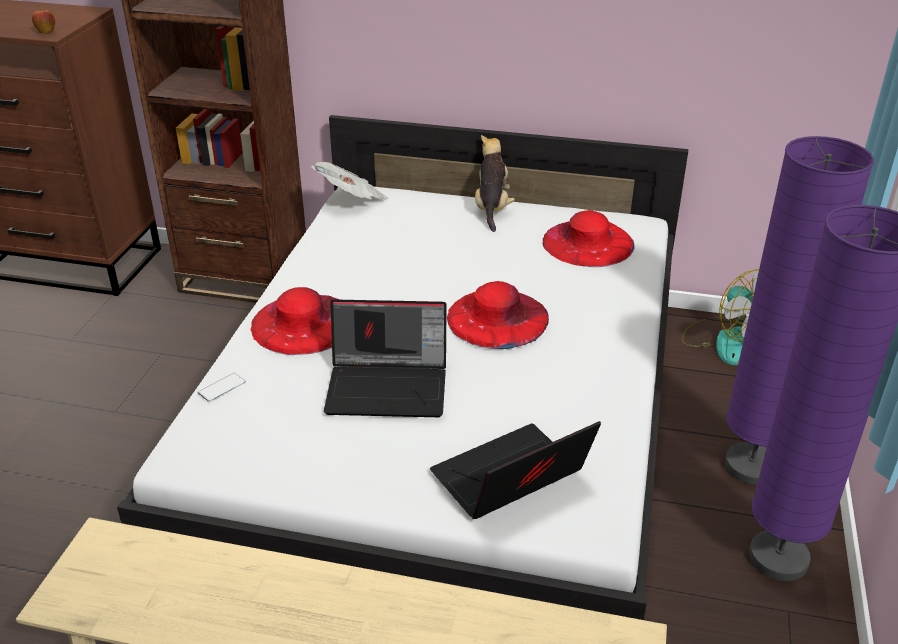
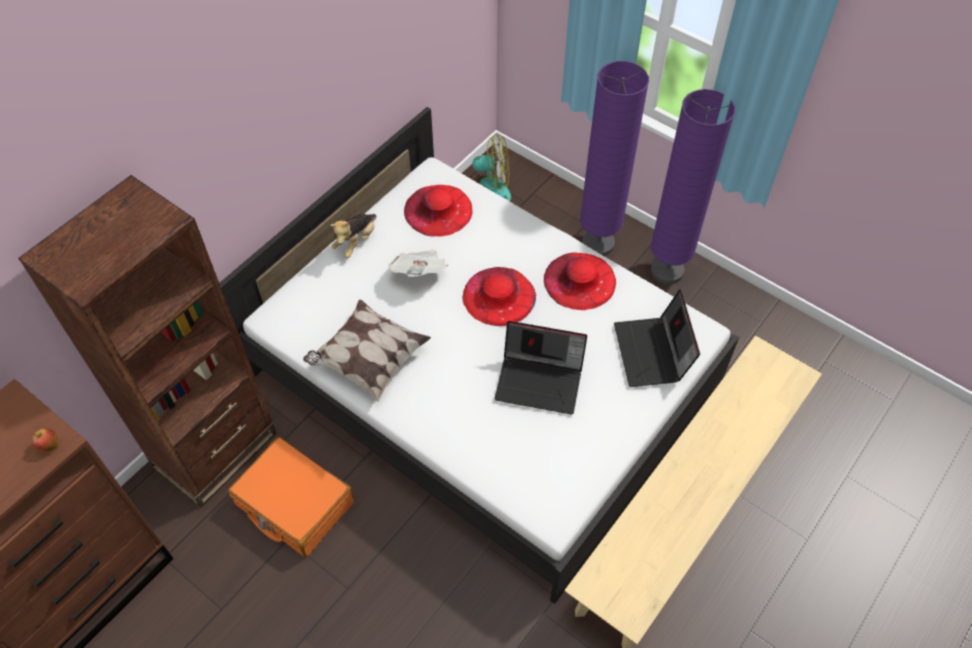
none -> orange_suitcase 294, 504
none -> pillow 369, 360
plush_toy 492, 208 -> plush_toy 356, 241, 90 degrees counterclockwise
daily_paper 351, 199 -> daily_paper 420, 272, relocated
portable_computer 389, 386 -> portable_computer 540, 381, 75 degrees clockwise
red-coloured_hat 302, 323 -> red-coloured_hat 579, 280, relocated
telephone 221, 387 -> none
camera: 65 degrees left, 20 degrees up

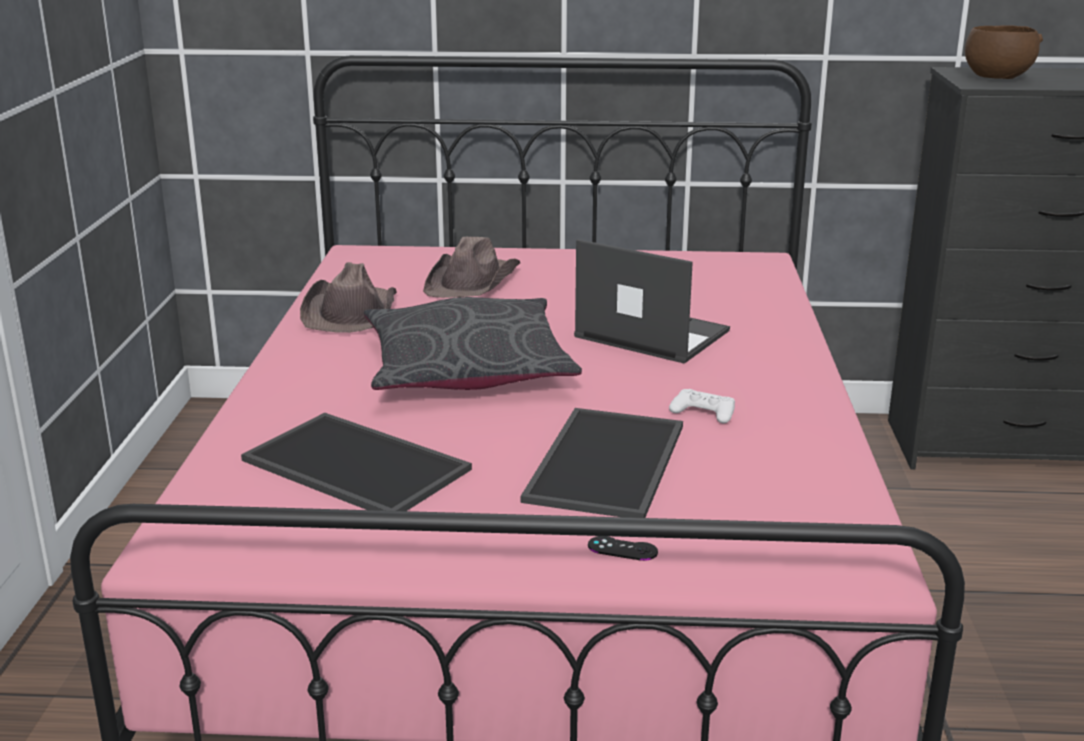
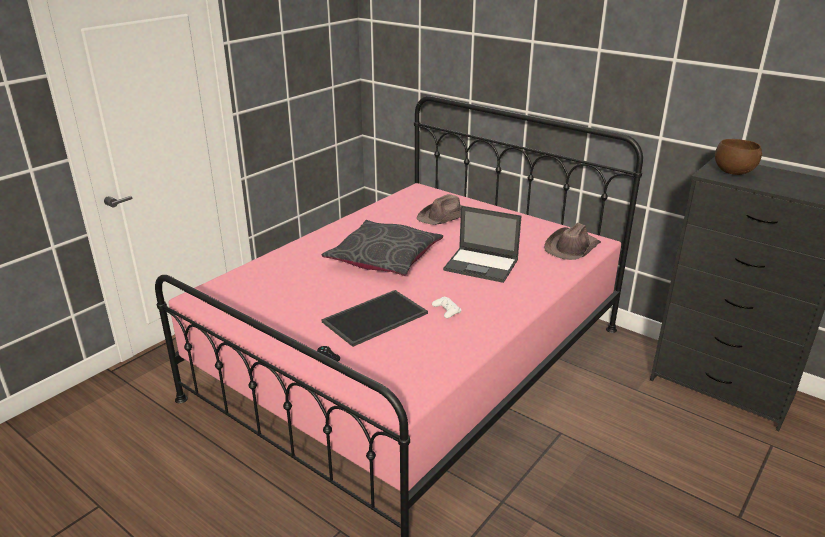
portable_computer 650, 334 -> portable_computer 482, 265, 135 degrees clockwise
brown-coloured_hat 350, 312 -> brown-coloured_hat 572, 247, relocated
tray 352, 466 -> none
camera: 35 degrees right, 5 degrees up

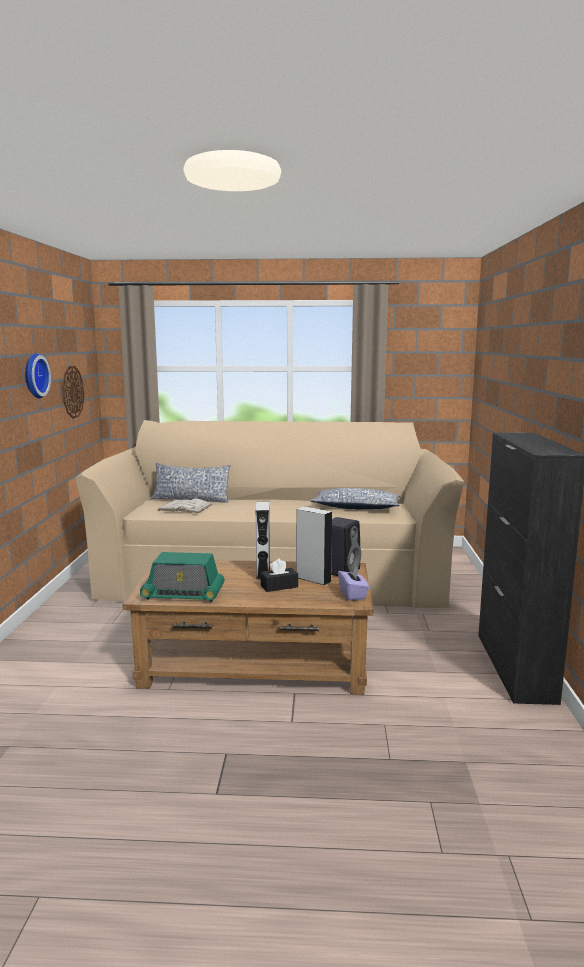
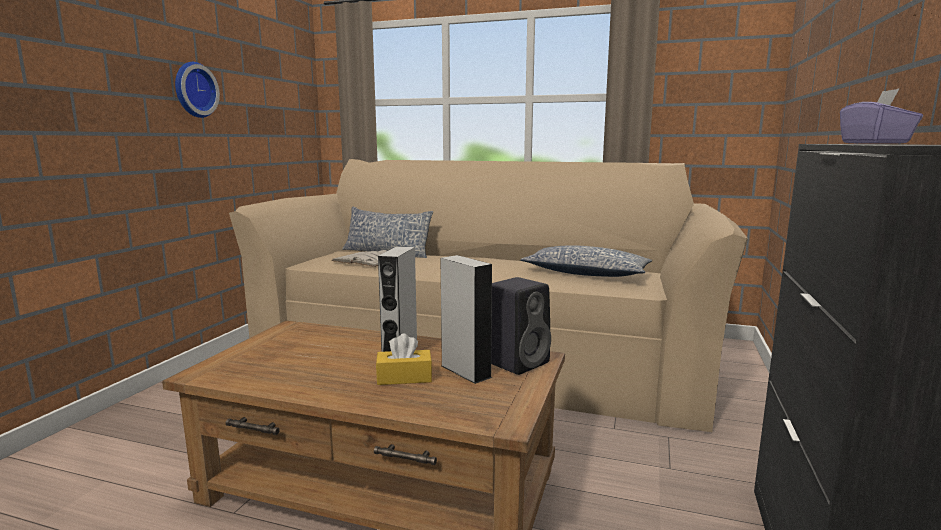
black-coloured_tissue_holder 279, 586 -> yellowish_tissue_holder 404, 377
purplish_tissue_holder 353, 594 -> purplish_tissue_holder 875, 143, relocated
clock_on_the_wall 72, 392 -> none
radio_set 183, 594 -> none
camera: 15 degrees right, 0 degrees up

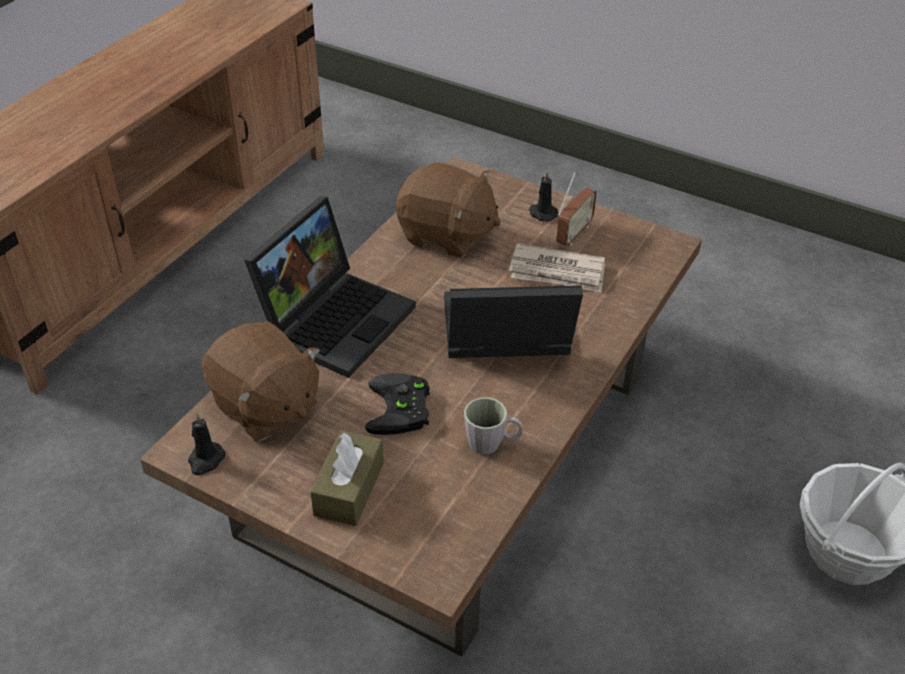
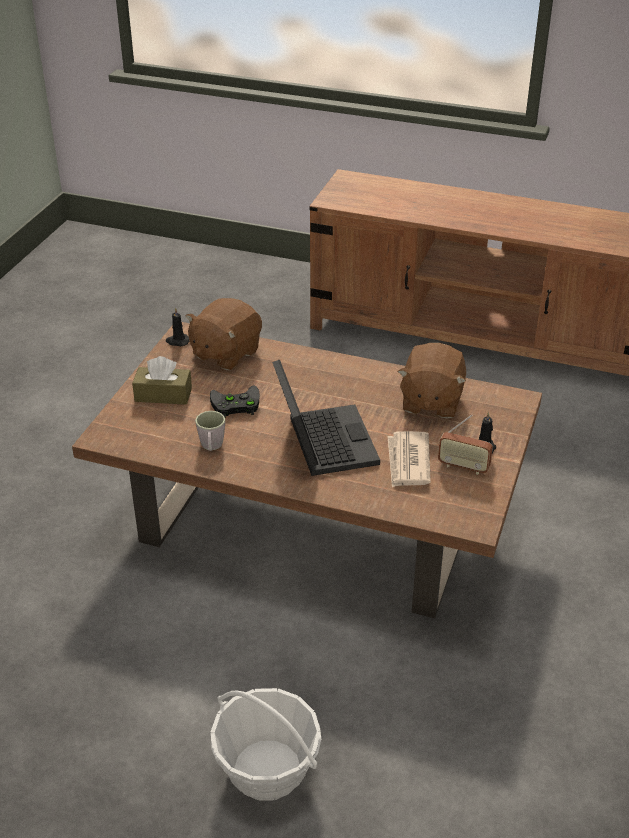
portable_computer 336, 318 -> none
camera: 80 degrees right, 5 degrees down

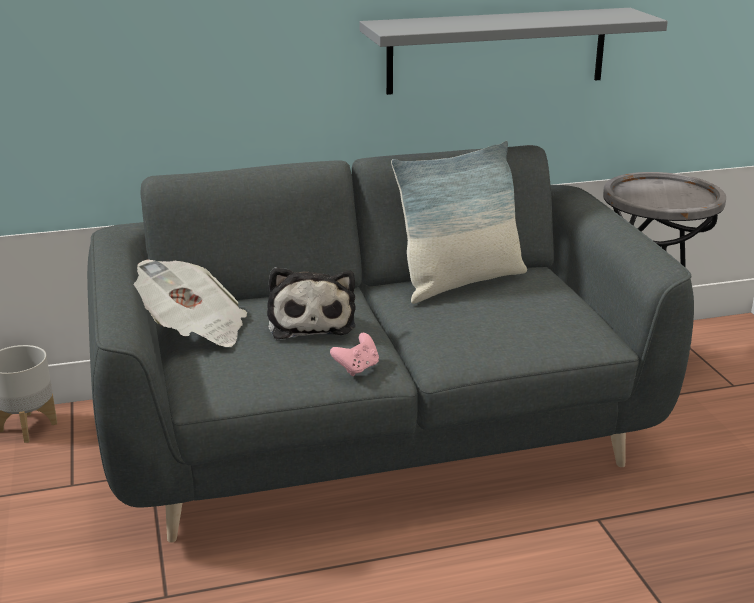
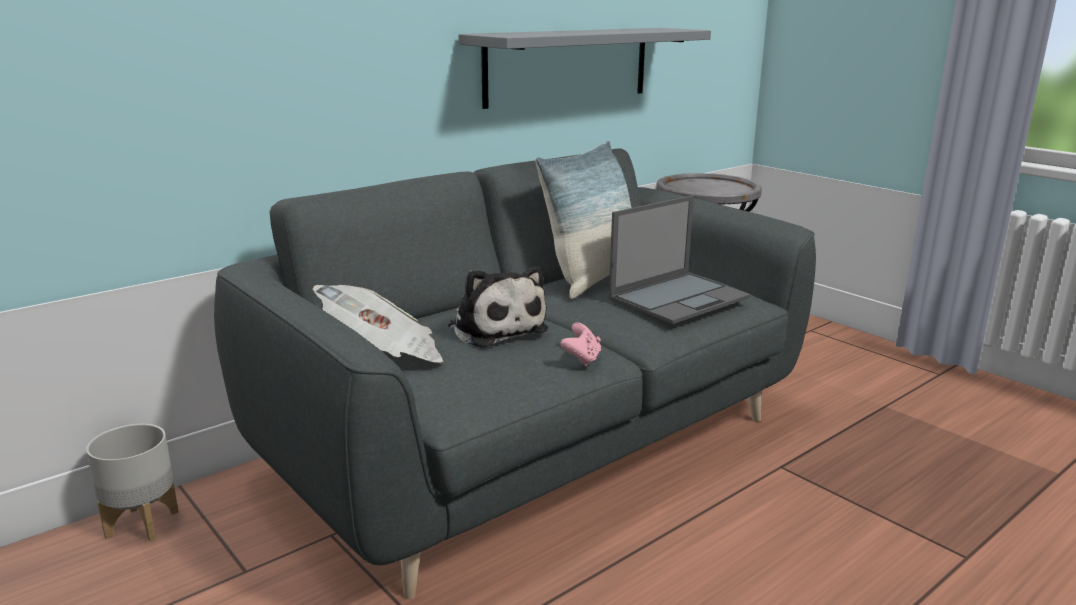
none -> portable_computer 680, 298
camera: 25 degrees left, 5 degrees down

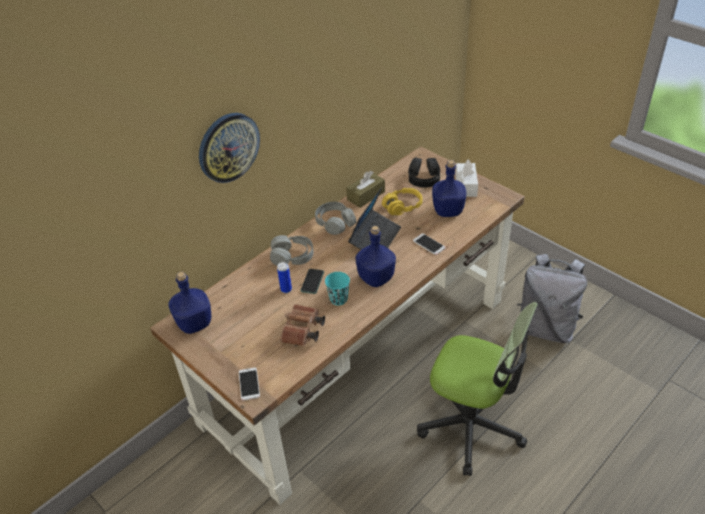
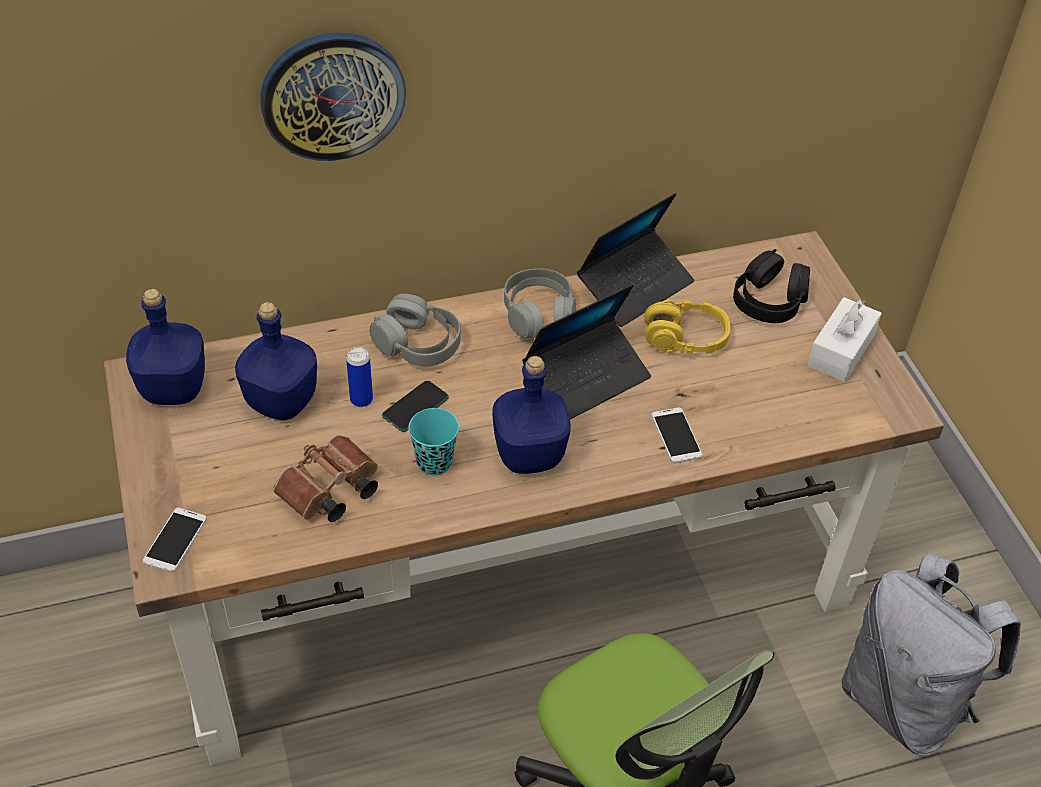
blue-coloured_bottle 447, 211 -> blue-coloured_bottle 280, 401, relocated
brown-coloured_tissue_holder 366, 195 -> portable_computer 635, 286
camera: 25 degrees right, 5 degrees up

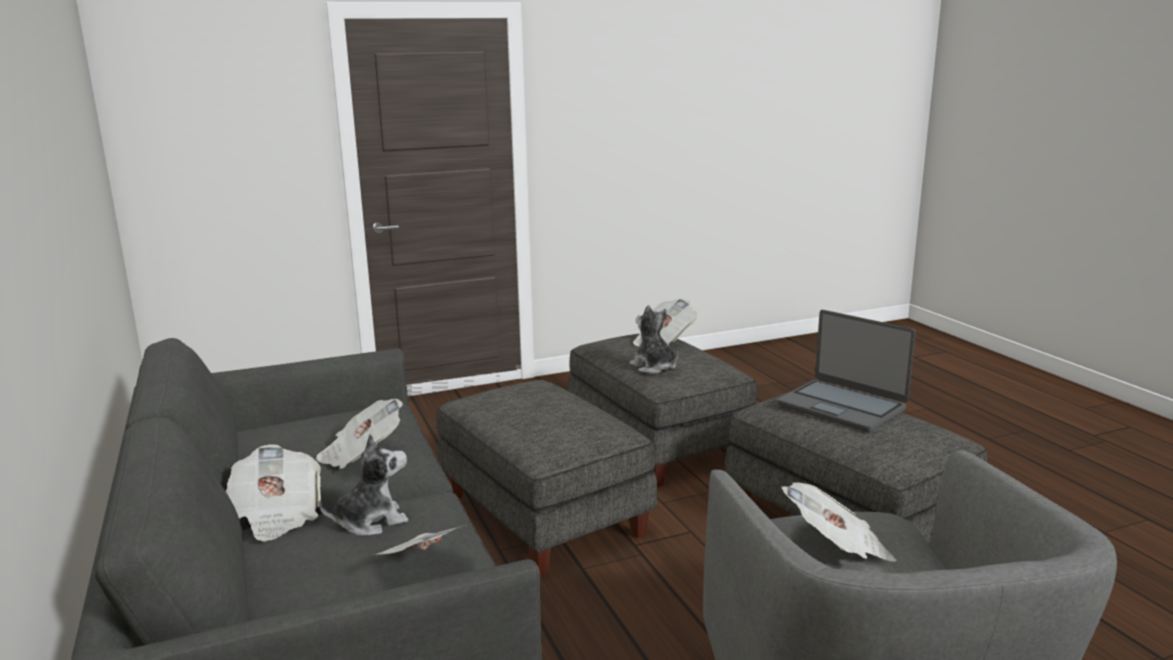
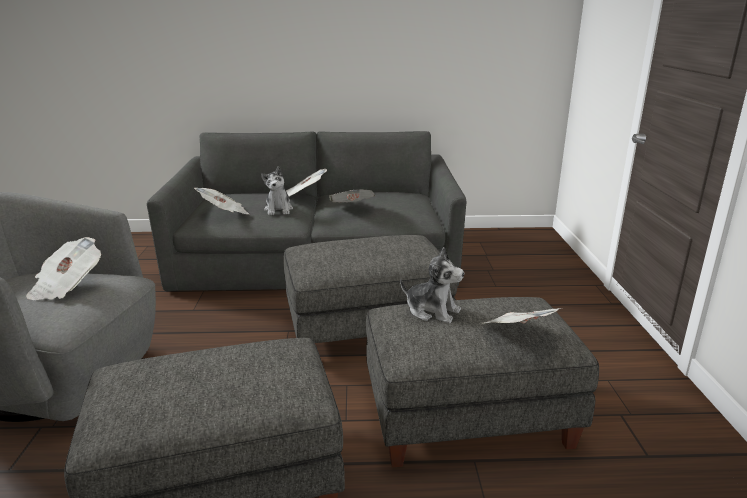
plush_toy 654, 367 -> plush_toy 432, 311, 45 degrees clockwise
portable_computer 842, 406 -> none
camera: 110 degrees right, 5 degrees up

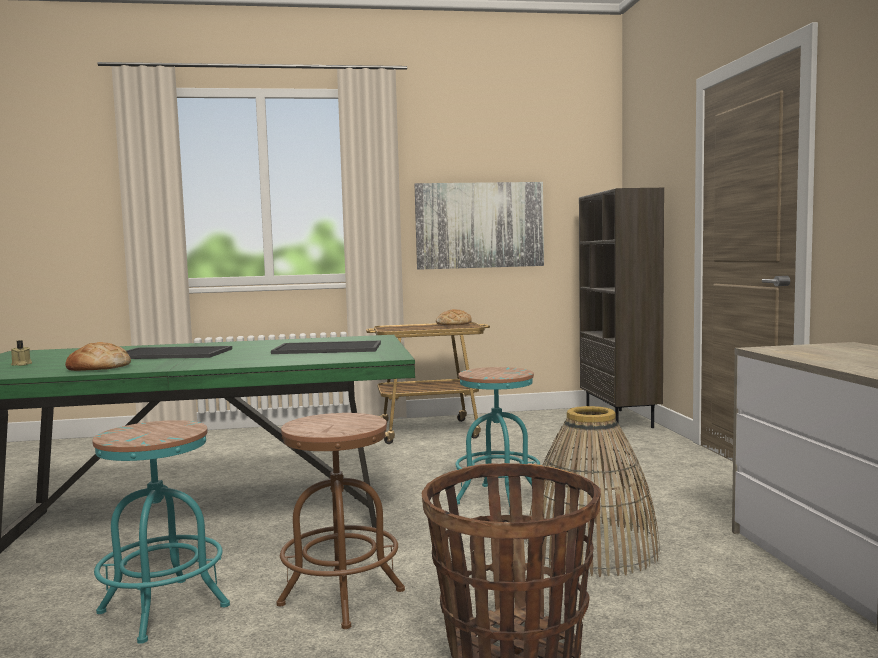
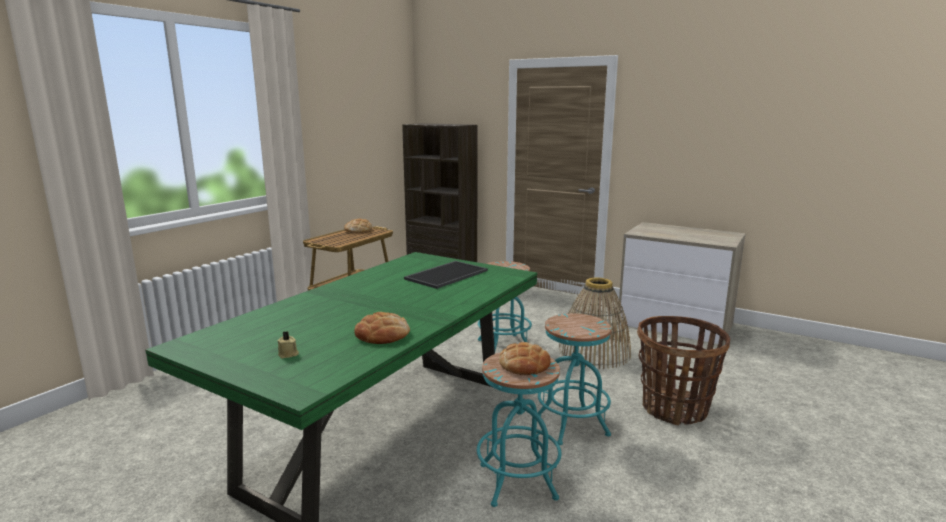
none -> baked_bread 524, 364
brown-coloured_stool_seat 341, 598 -> turquoise-coloured_stool_seat 572, 425
tray 173, 354 -> none
picture 479, 225 -> none
camera: 50 degrees left, 10 degrees up

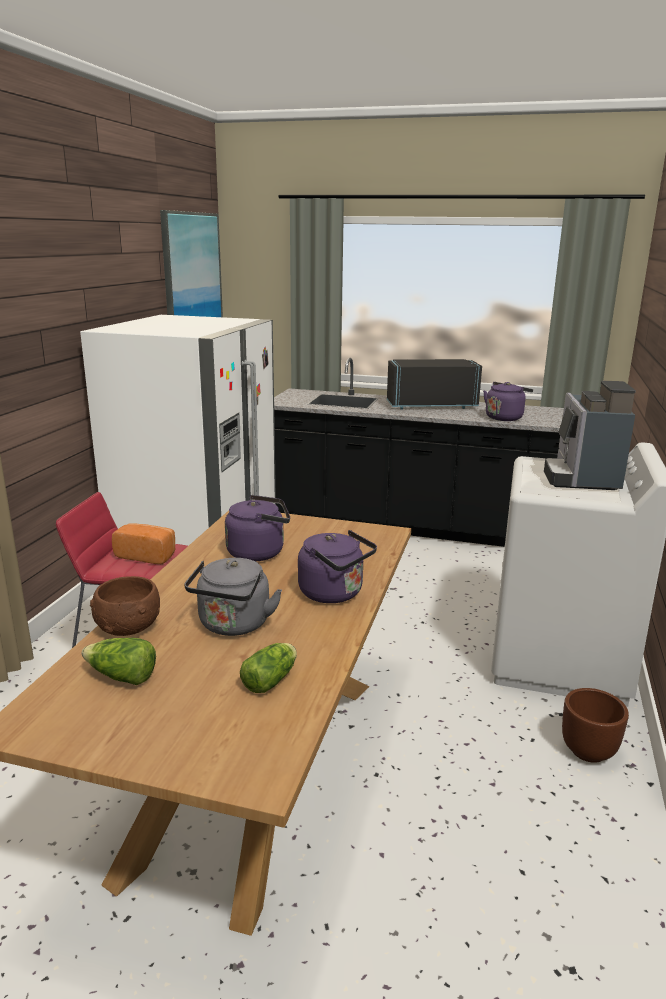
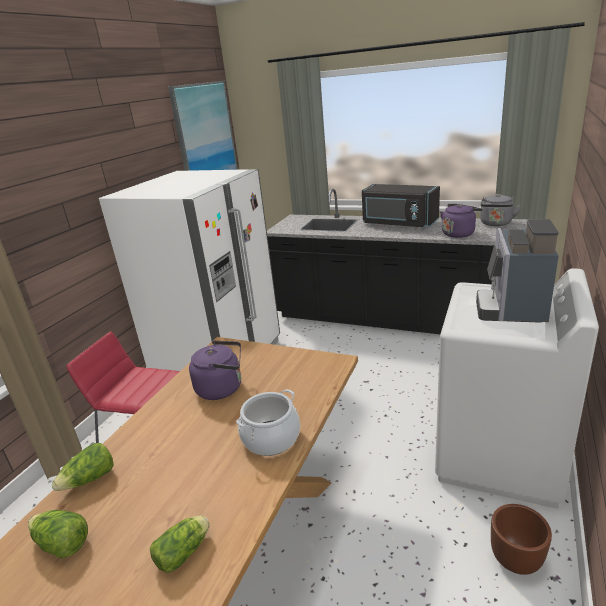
brown-coloured_bowl 129, 627 -> lettuce_head 90, 480
purplish_kettle 334, 593 -> stockpot 271, 438
black-coloured_kitchen_microwave 430, 405 -> black-coloured_kitchen_microwave 398, 223, 150 degrees counterclockwise
greyish_kettle 233, 625 -> greyish_kettle 496, 224, relocated
baked_bread 147, 555 -> none
camera: 10 degrees right, 5 degrees up

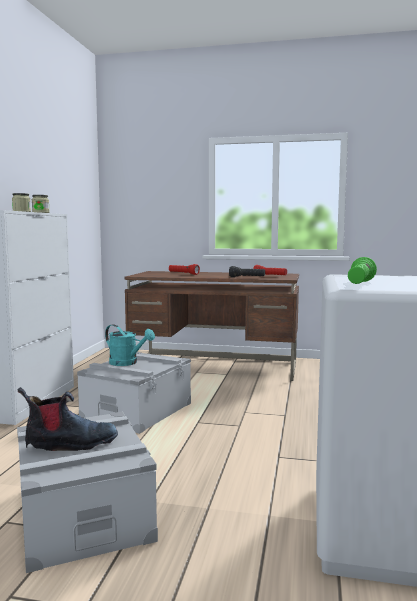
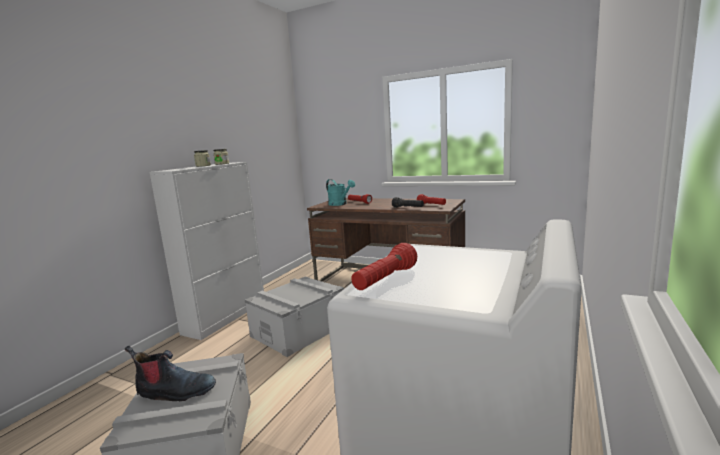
turquoise-coloured_sprinkling_can 127, 363 -> turquoise-coloured_sprinkling_can 340, 204, relocated
green-coloured_flashlight 360, 284 -> red-coloured_flashlight 385, 280
camera: 15 degrees right, 5 degrees up

